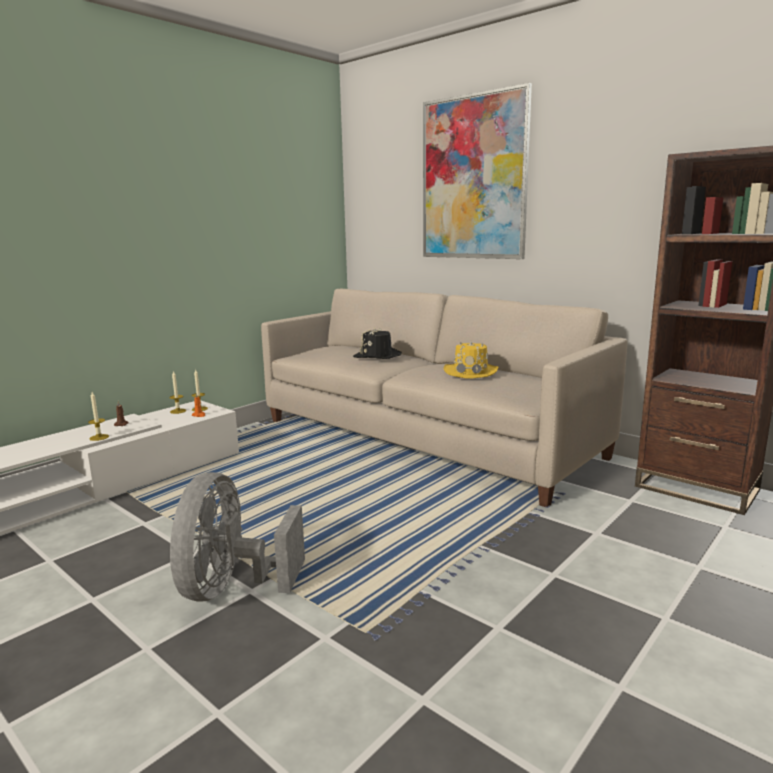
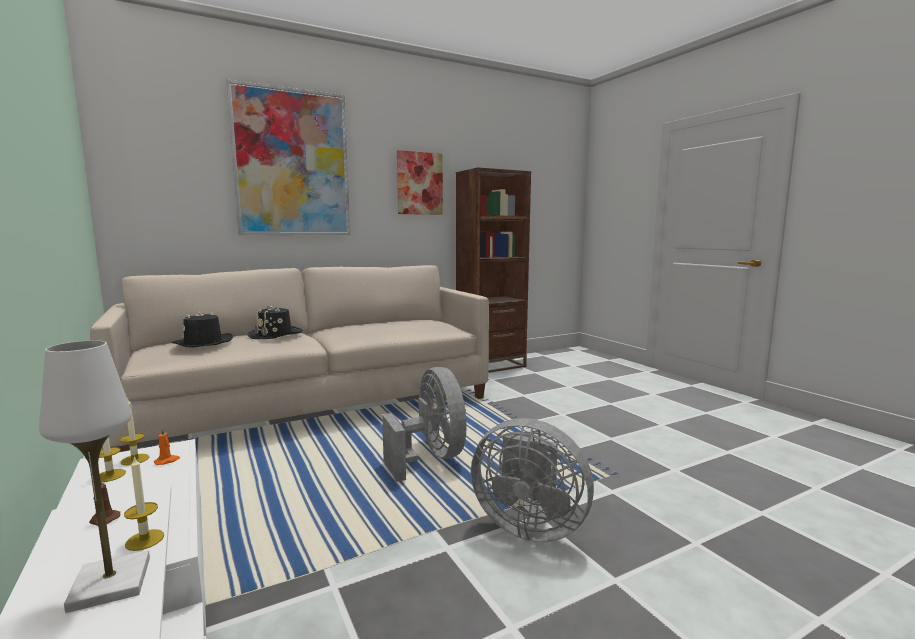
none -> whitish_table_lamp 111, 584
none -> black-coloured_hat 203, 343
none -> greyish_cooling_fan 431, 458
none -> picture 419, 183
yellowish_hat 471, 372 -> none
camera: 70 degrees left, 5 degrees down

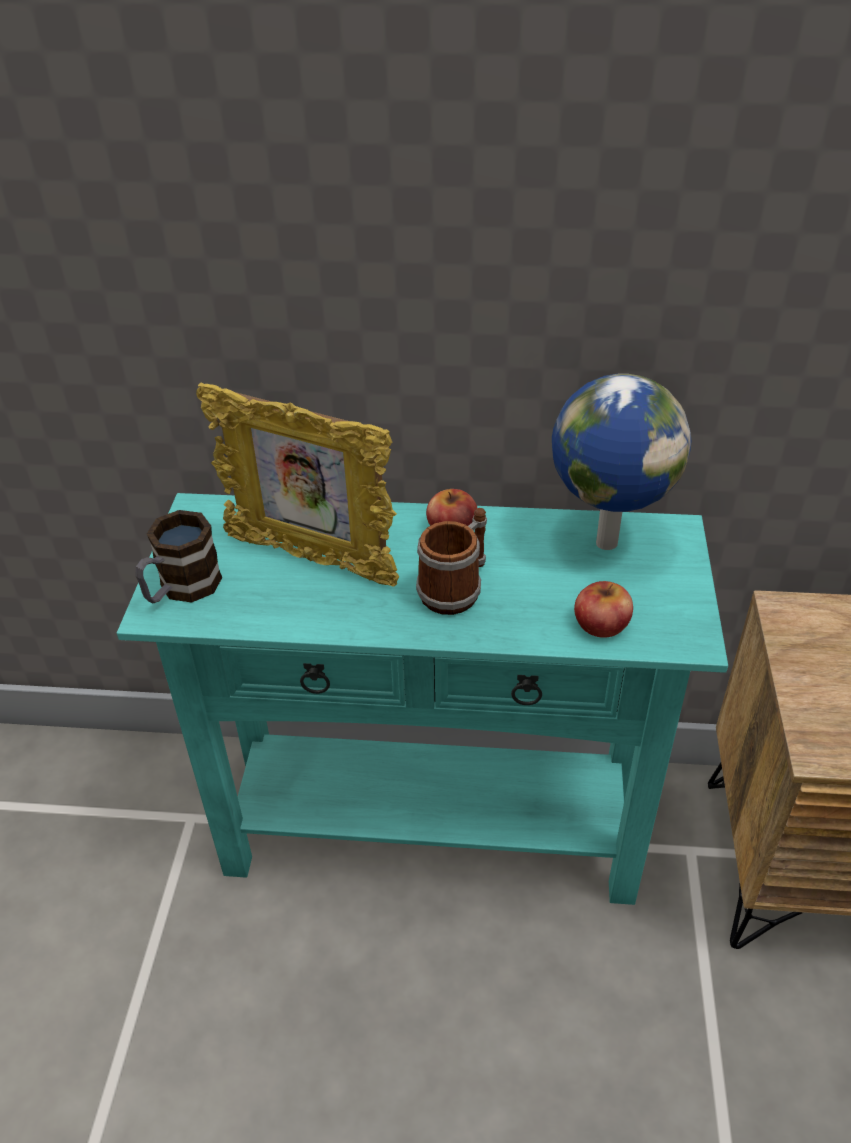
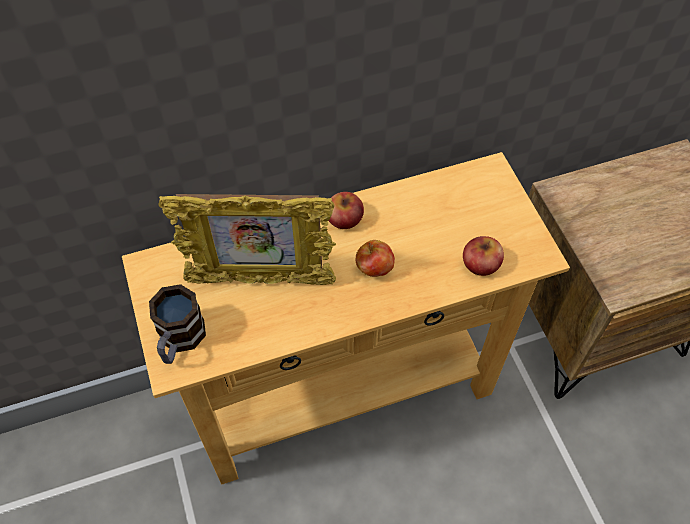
turquoise-coloured_narrow_table 432, 828 -> sand-coloured_narrow_table 345, 394
mug 456, 588 -> whole_apple 374, 269
world_globe 604, 542 -> none
camera: 25 degrees left, 15 degrees up

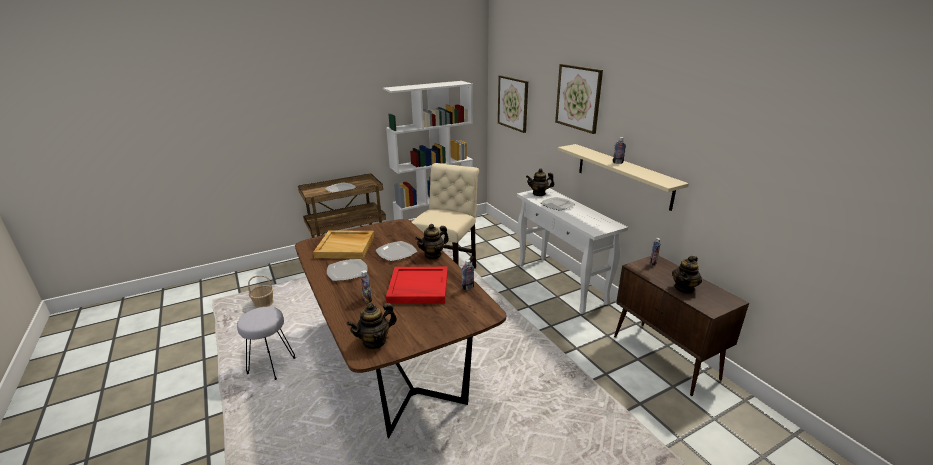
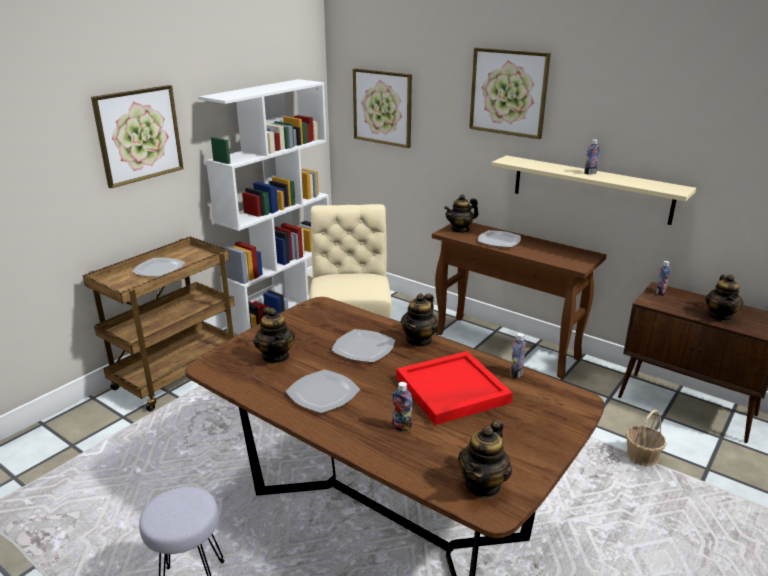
none -> picture 139, 135
sand-coloured_tray 346, 246 -> tea_pot 276, 356
whitish_narrow_table 561, 283 -> brown-coloured_narrow_table 507, 346
basket 263, 303 -> basket 641, 457, relocated
camera: 25 degrees left, 0 degrees up

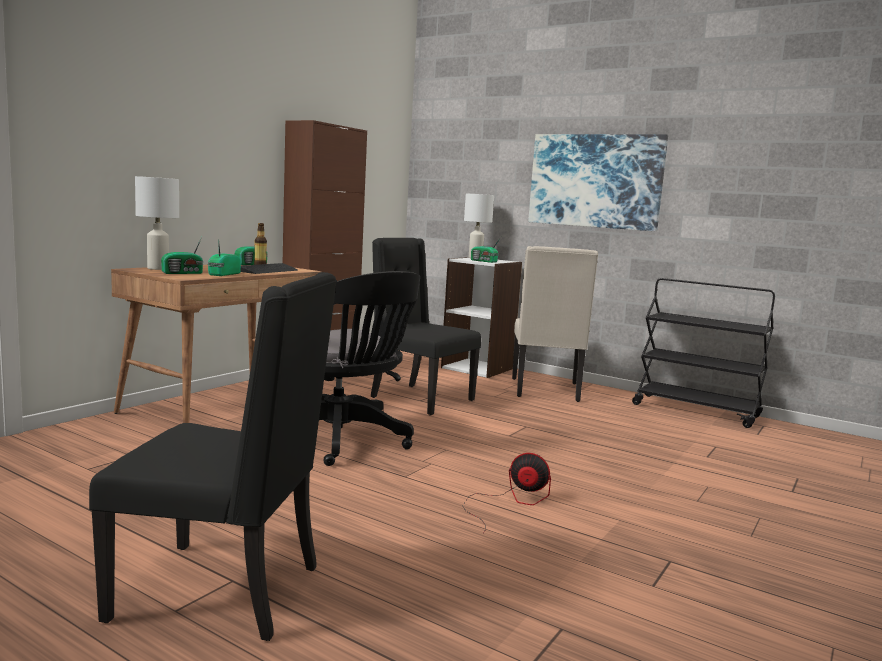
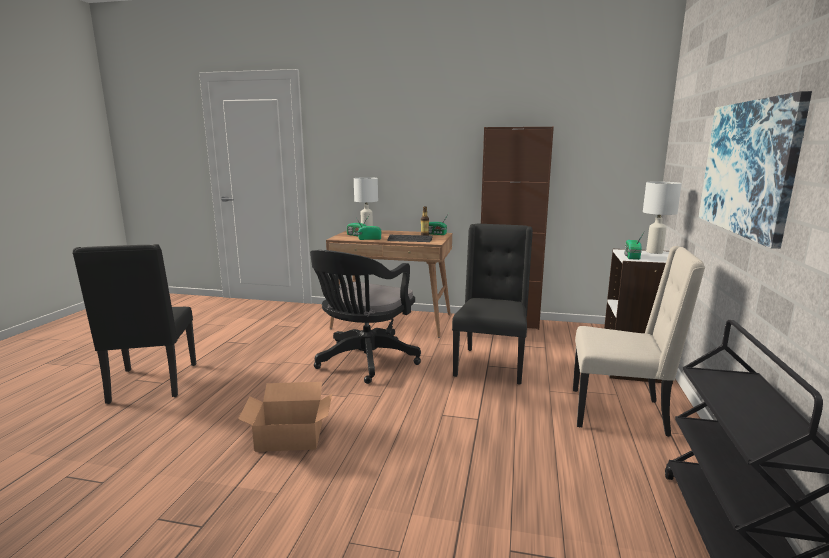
cooling_fan 510, 502 -> packing_box 290, 437
sand-coloured_plain_chair 546, 390 -> sand-coloured_plain_chair 620, 412, 150 degrees counterclockwise
camera: 70 degrees right, 5 degrees up

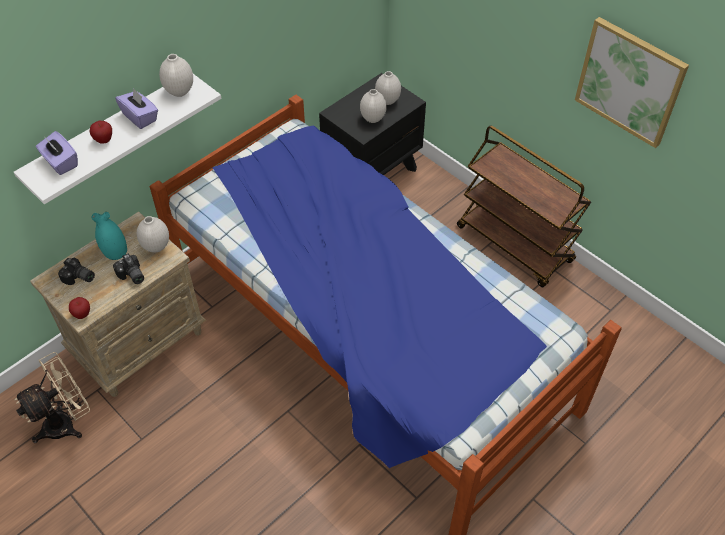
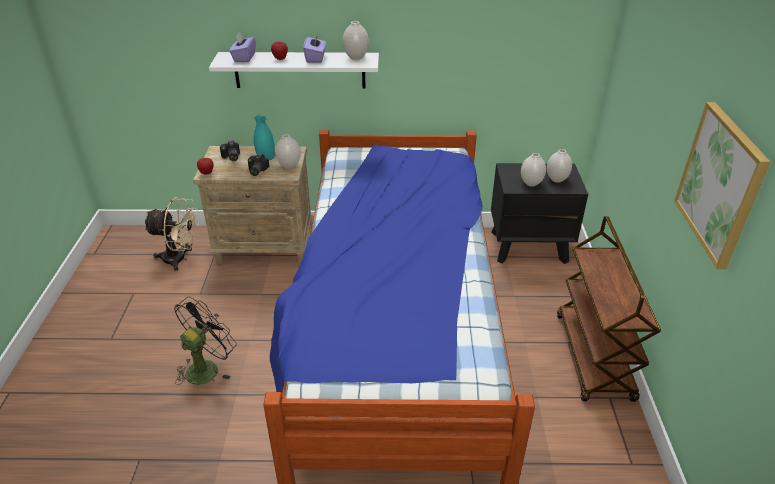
none -> black-coloured_cooling_fan 207, 367
camera: 45 degrees right, 15 degrees down

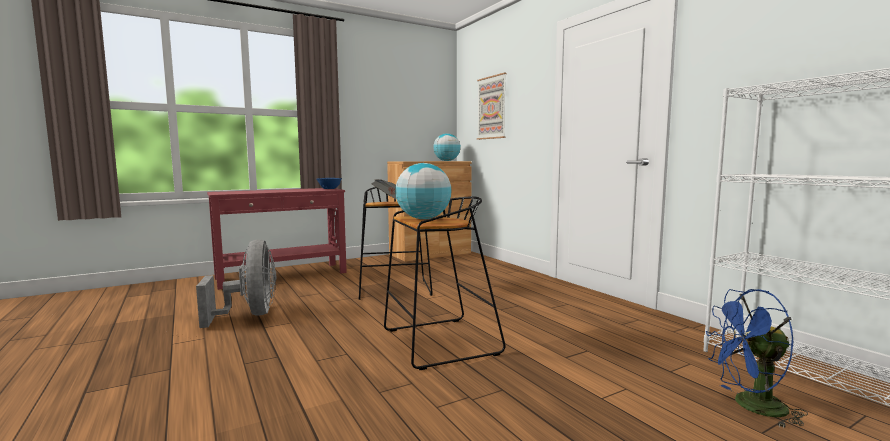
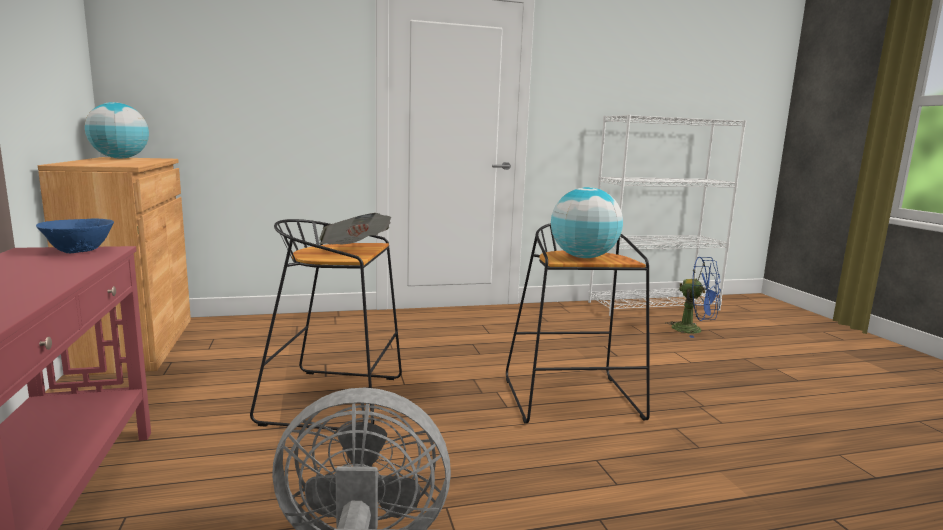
blue-coloured_cooling_fan 751, 406 -> blue-coloured_cooling_fan 693, 330, 75 degrees counterclockwise
picture 491, 107 -> none
camera: 75 degrees left, 5 degrees up

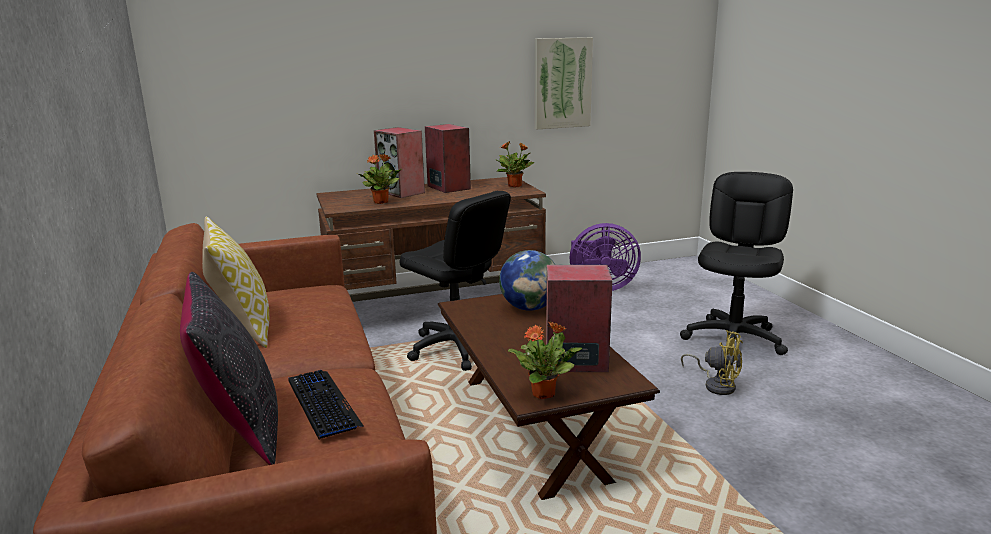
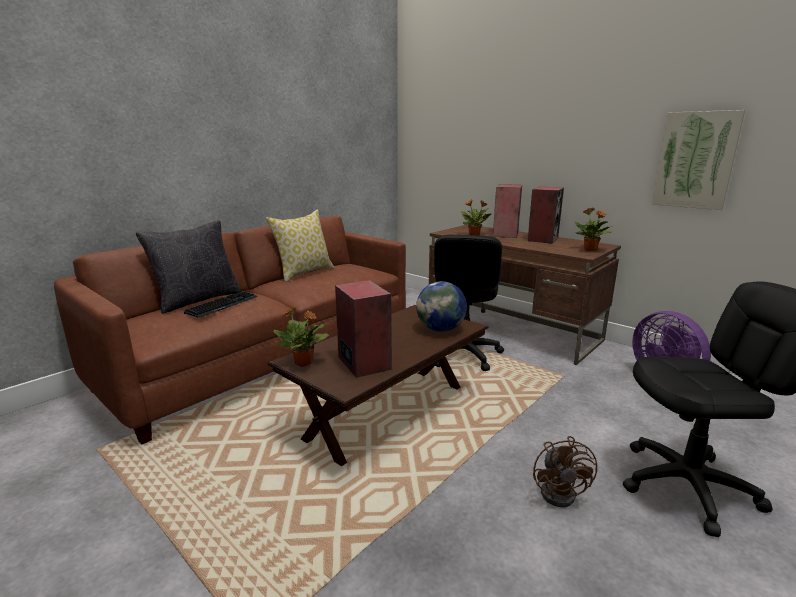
yellowish_cooling_fan 716, 385 -> brown-coloured_cooling_fan 561, 492
camera: 60 degrees right, 0 degrees up

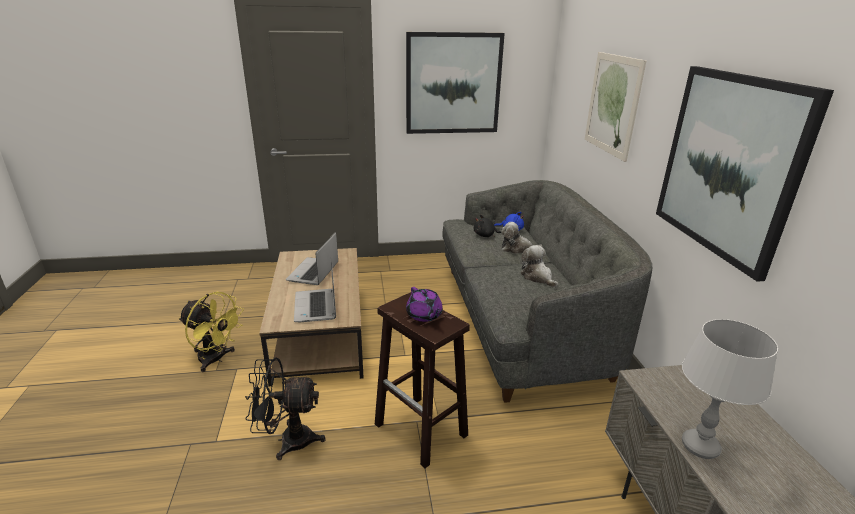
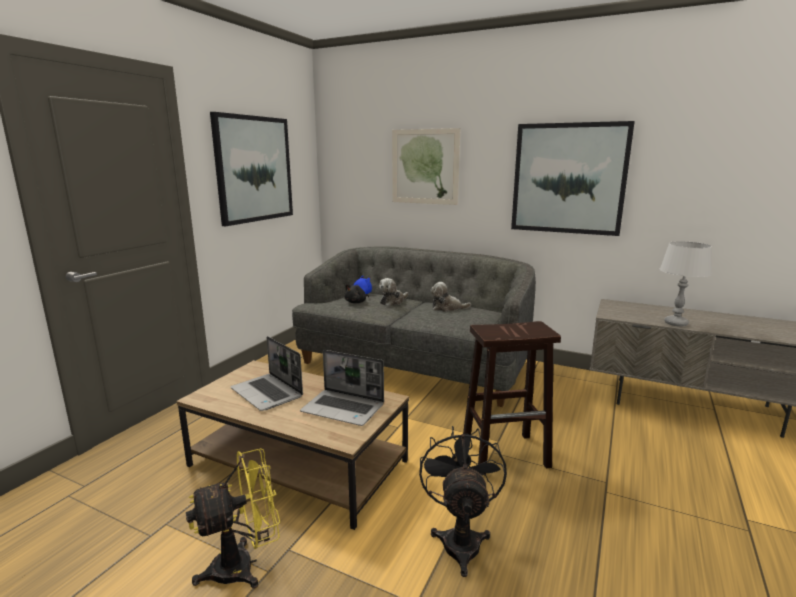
black-coloured_cooling_fan 288, 440 -> black-coloured_cooling_fan 460, 539, 150 degrees clockwise
purplish_tea_pot 424, 315 -> none
camera: 55 degrees left, 10 degrees down

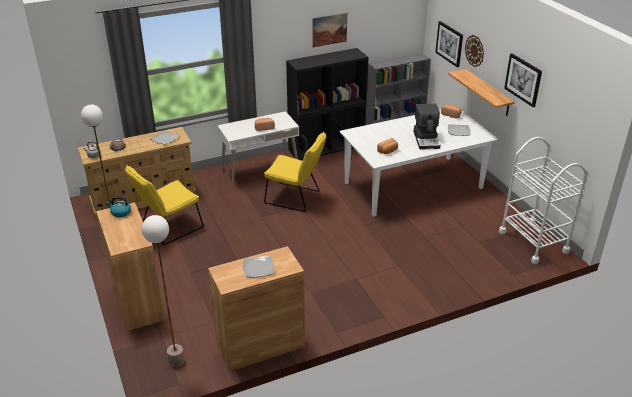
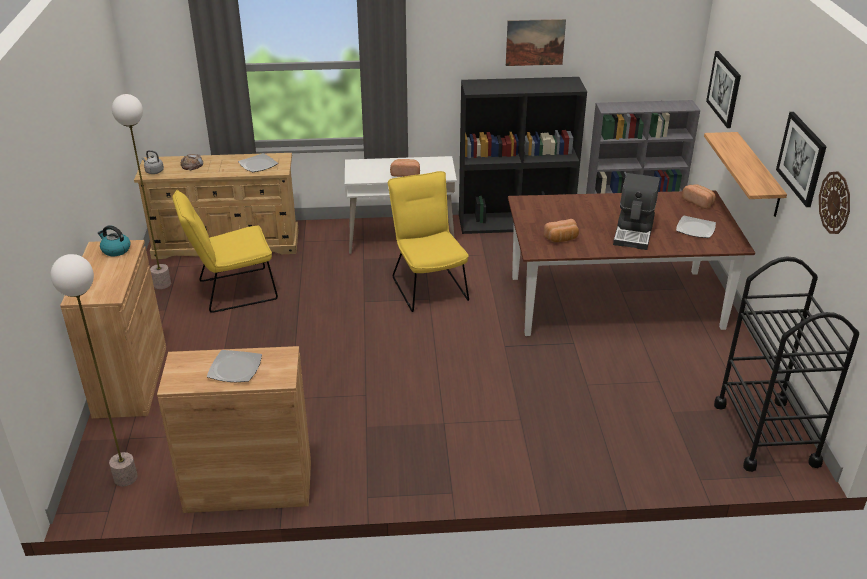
yellowish_plain_chair 296, 198 -> yellowish_plain_chair 428, 285, 150 degrees counterclockwise
whitish_dining_table 413, 185 -> brown-coloured_dining_table 615, 302
whitish_cart 533, 242 -> black-coloured_cart 765, 434
clock_on_the_wall 474, 51 -> clock_on_the_wall 835, 202, relocated
camera: 20 degrees right, 0 degrees up

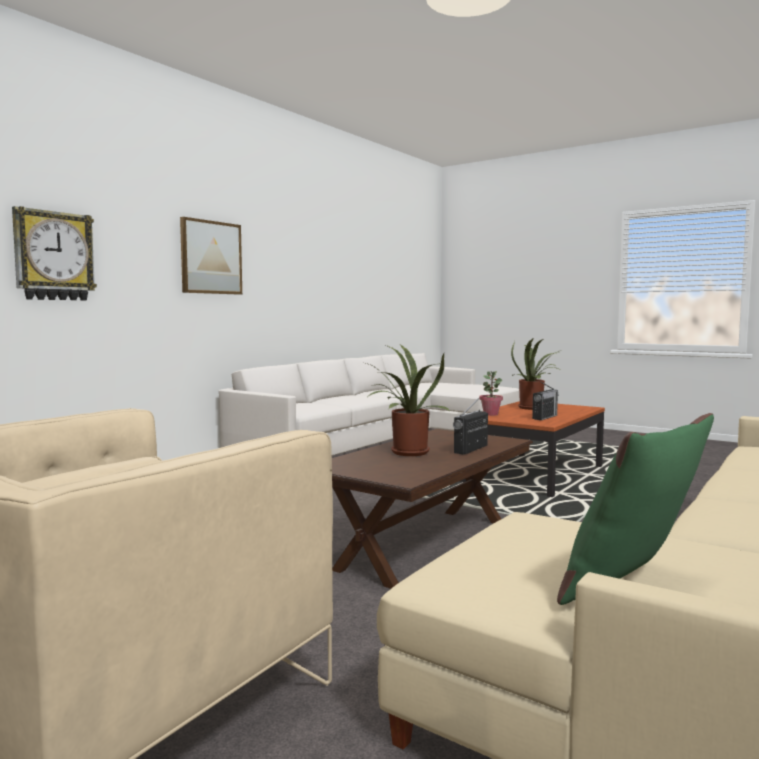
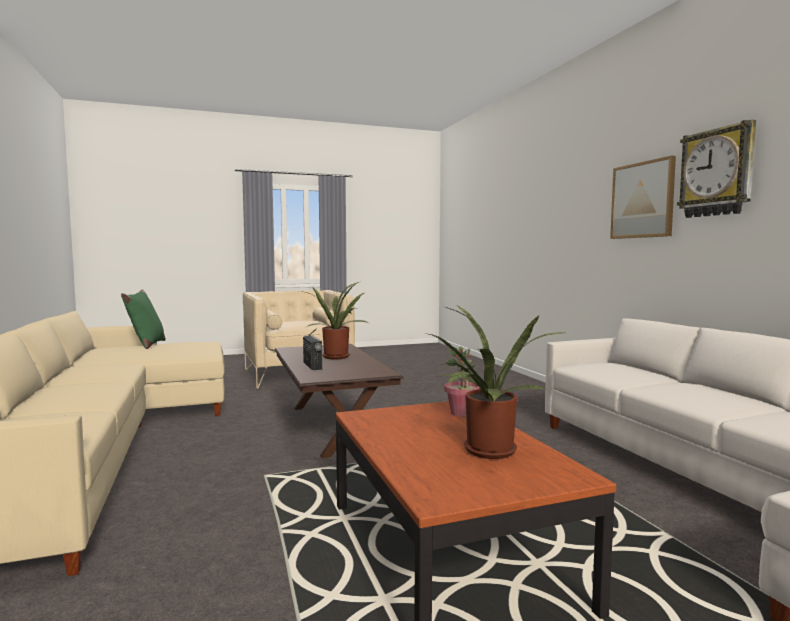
clock_on_the_wall 53, 256 -> clock_on_the_wall 717, 172, relocated
radio_set 545, 417 -> none
camera: 125 degrees right, 0 degrees up

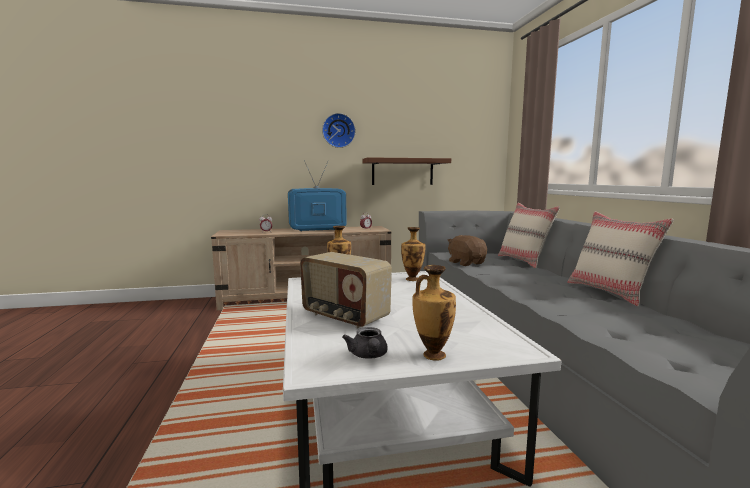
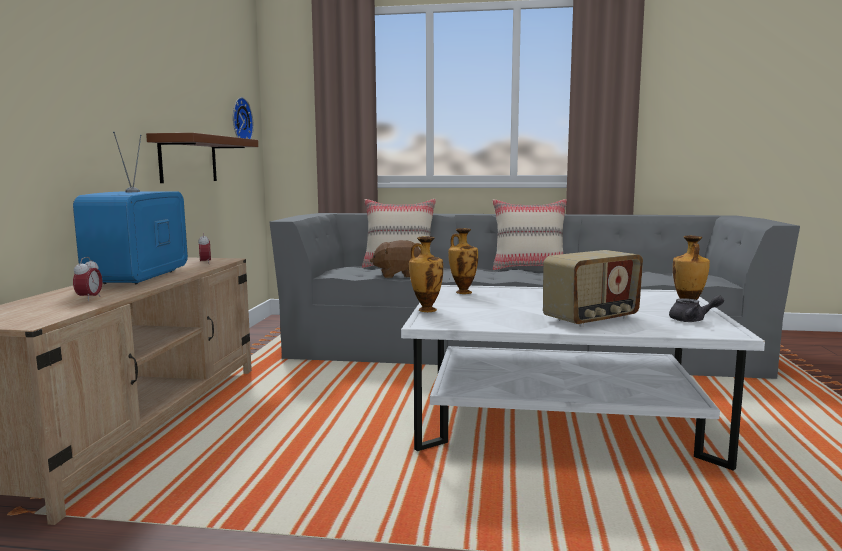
clock_on_the_wall 338, 130 -> clock_on_the_wall 239, 121, relocated
camera: 70 degrees left, 0 degrees up

